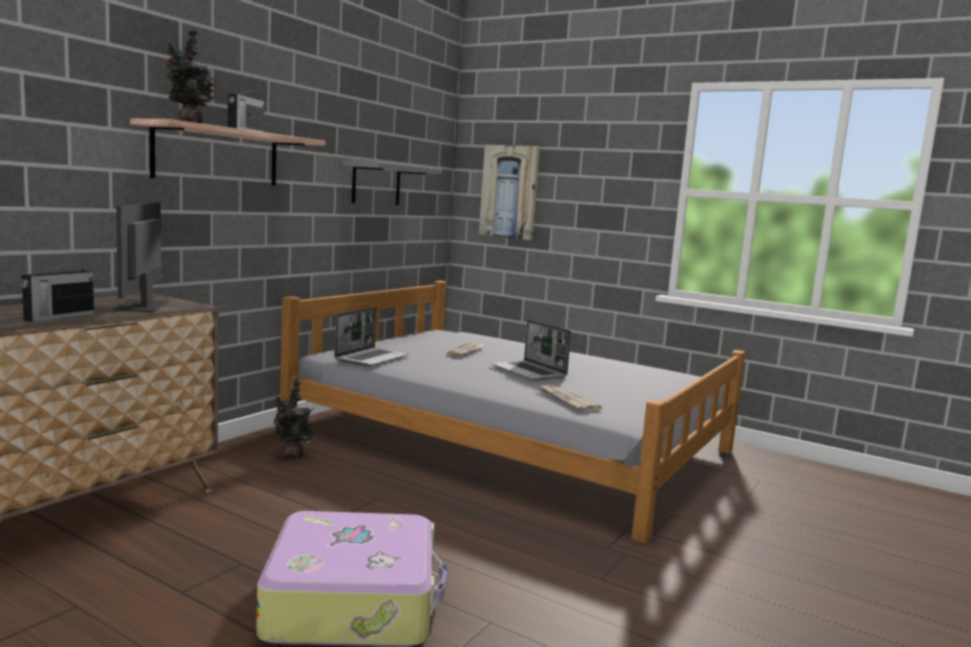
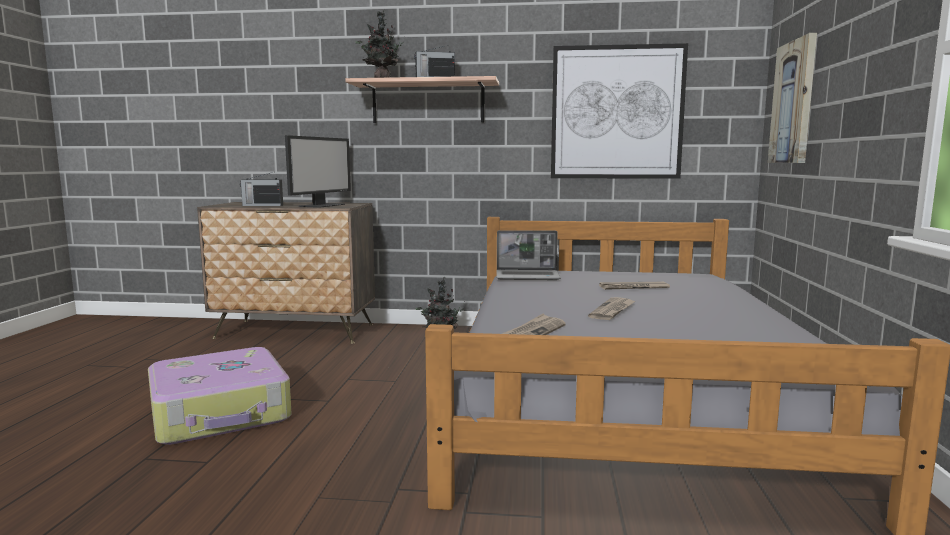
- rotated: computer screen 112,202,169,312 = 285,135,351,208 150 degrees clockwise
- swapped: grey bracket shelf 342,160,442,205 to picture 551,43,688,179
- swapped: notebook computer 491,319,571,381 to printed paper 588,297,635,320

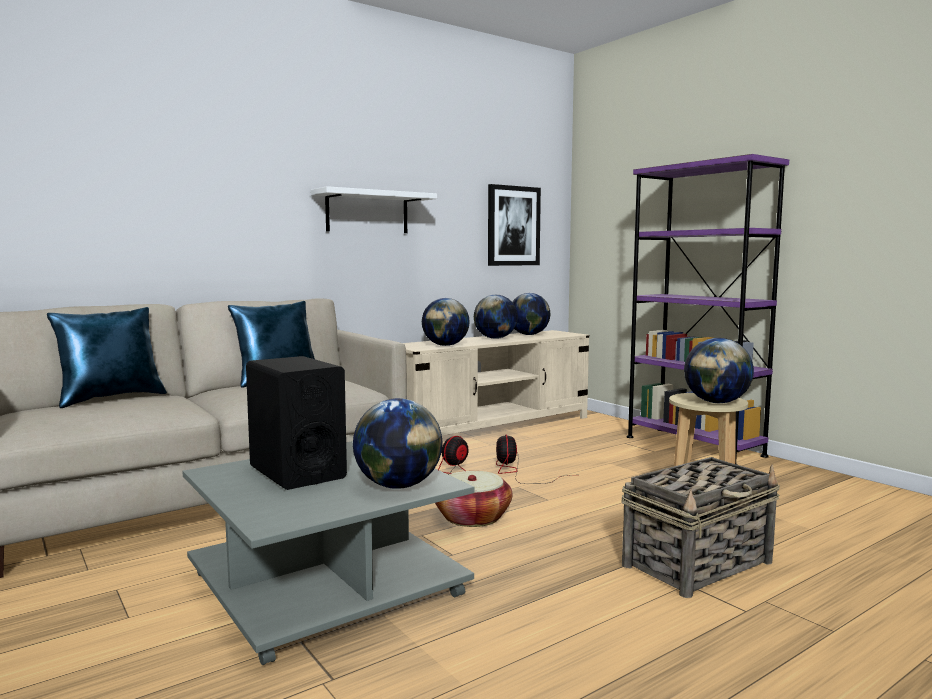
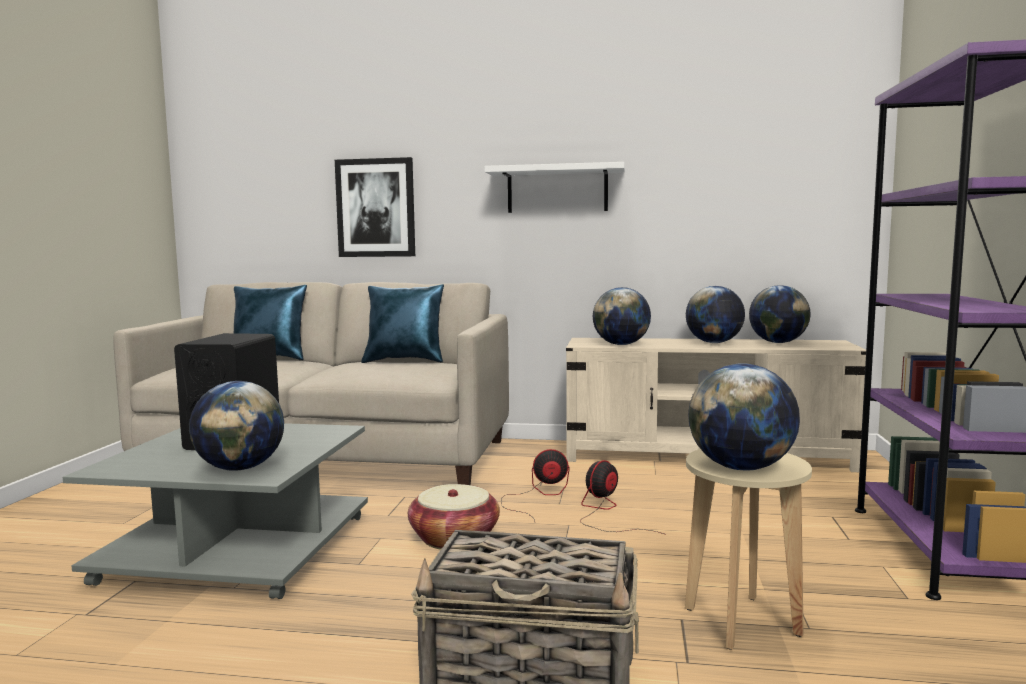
- shifted: picture 488,184,541,266 to 335,157,415,257

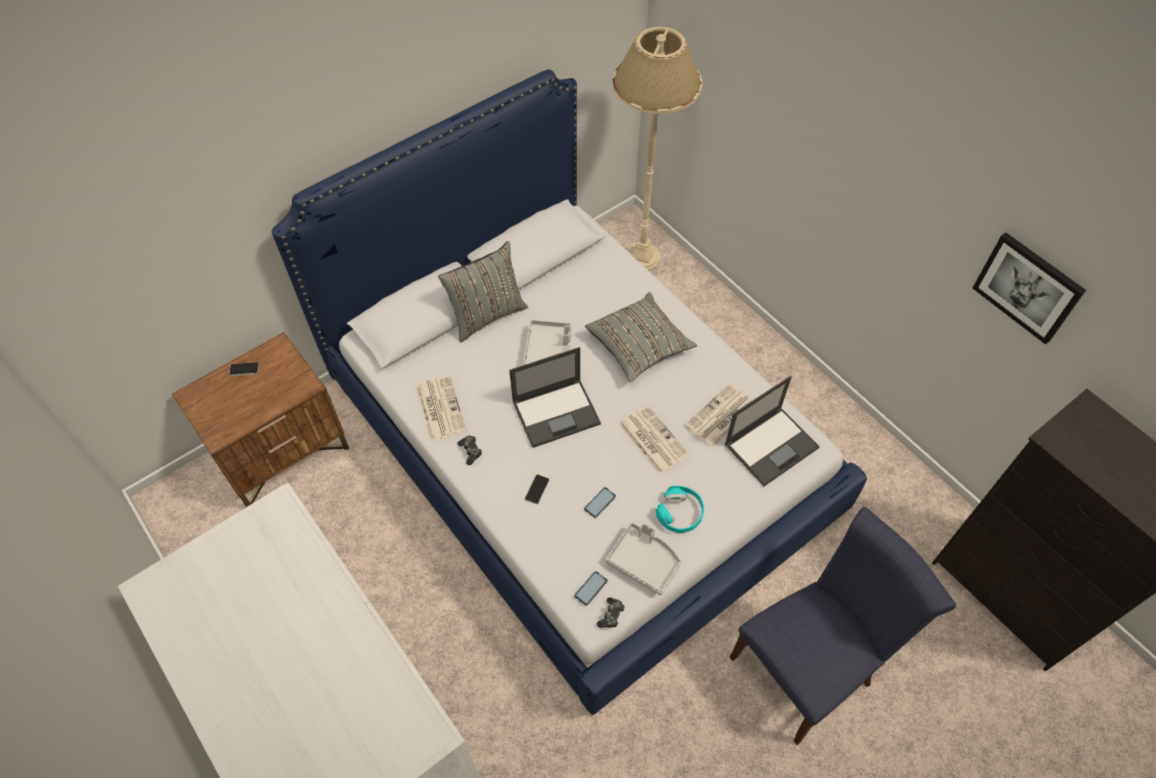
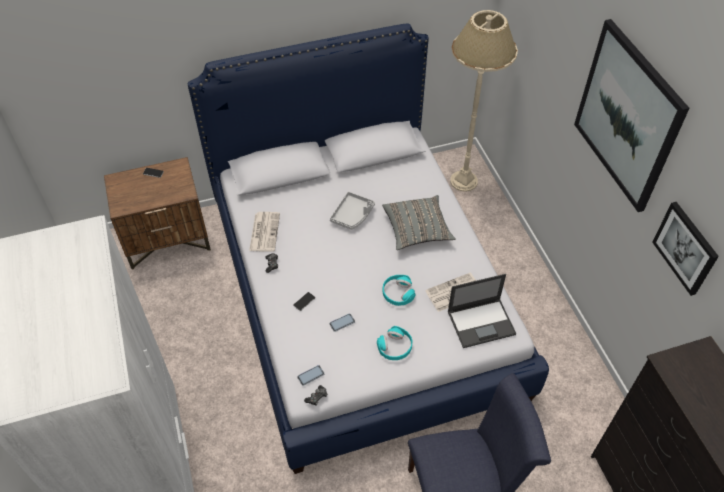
- gone: grey pillow 438,241,528,342
- gone: notebook computer 509,347,601,448
- gone: grey tray 606,522,681,595
- swapped: printed paper 619,405,690,475 to blue-green headphones 383,275,416,306
- new: picture 574,19,689,212

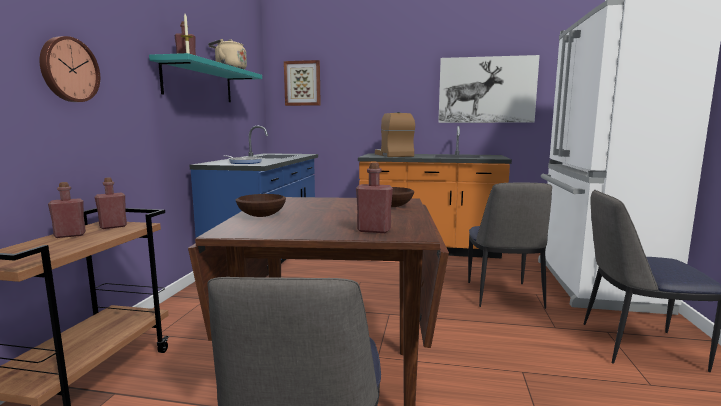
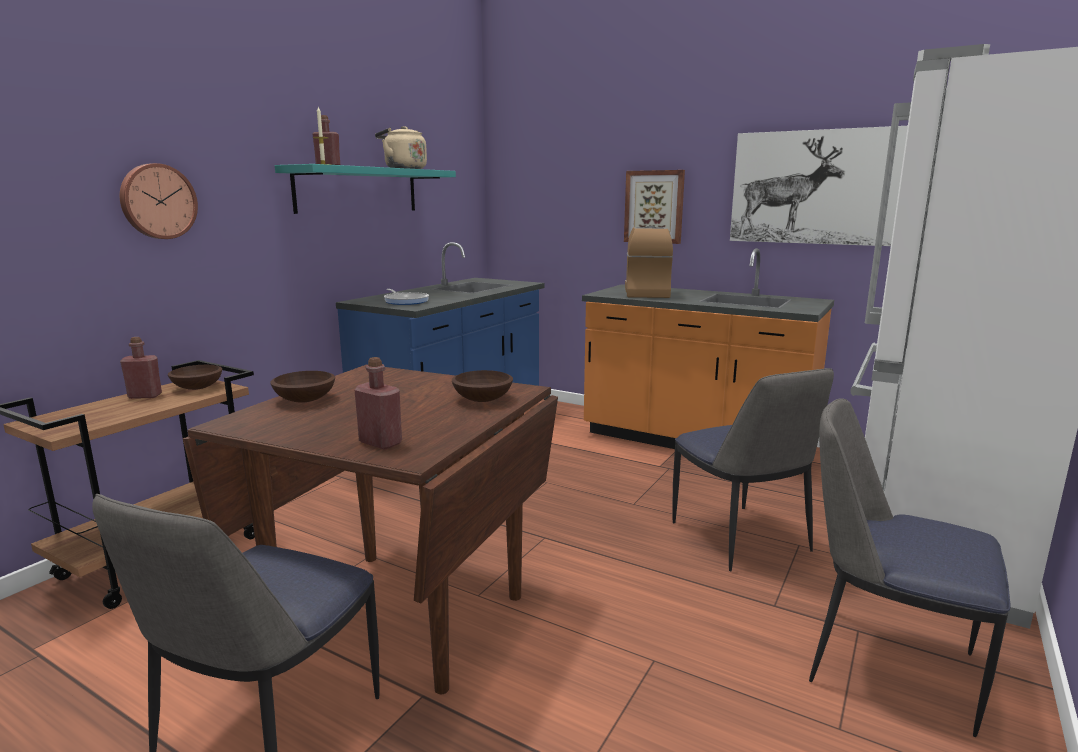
- swapped: red-coloured bottle 94,177,127,229 to brown deep dish 168,365,222,390
- shifted: picture 284,60,321,106 to 624,170,685,244
- rotated: chair 468,183,552,309 = 673,368,834,571 45 degrees counterclockwise

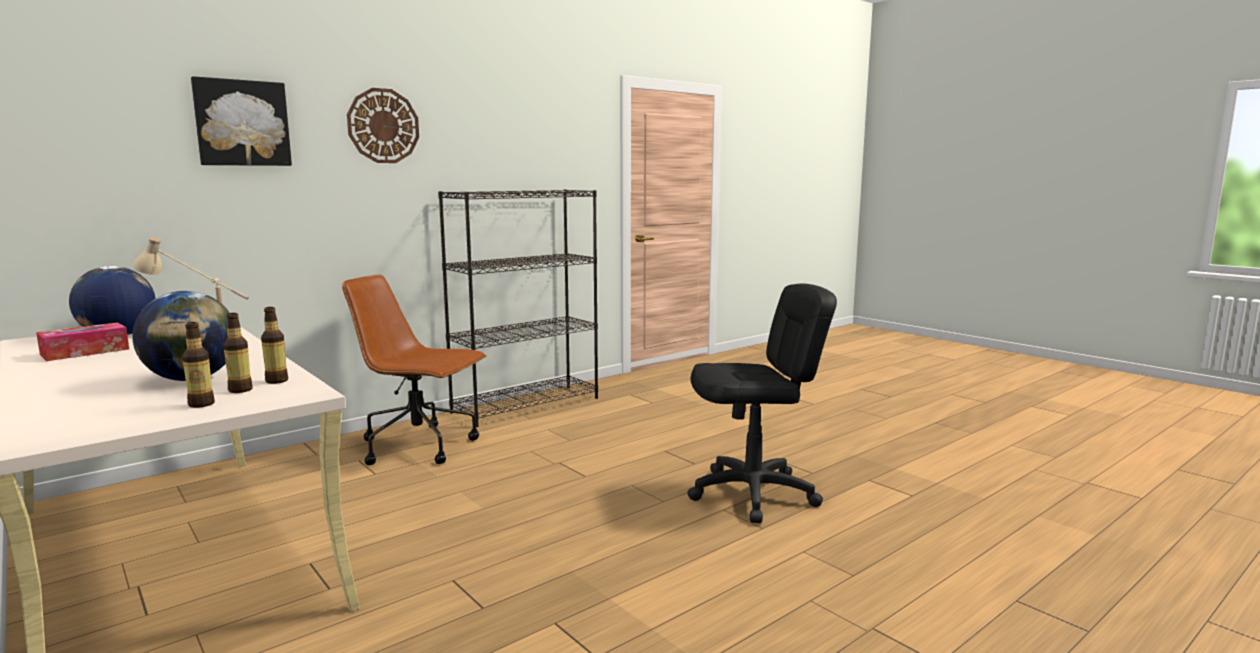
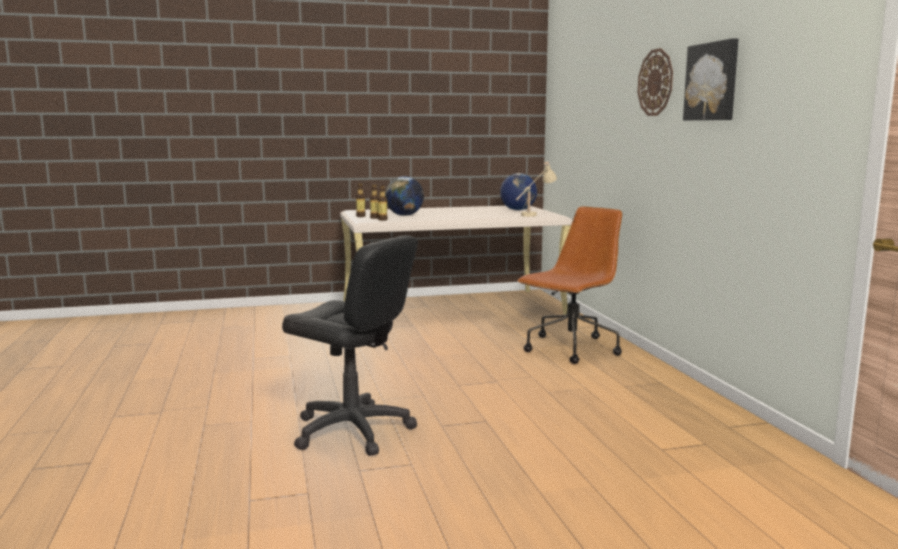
- gone: tissue box 36,322,129,361
- shifted: picture 191,76,292,166 to 683,38,738,120
- gone: black shelving unit 438,189,598,427
- rotated: black desk chair 687,283,837,523 = 282,235,418,456 75 degrees counterclockwise

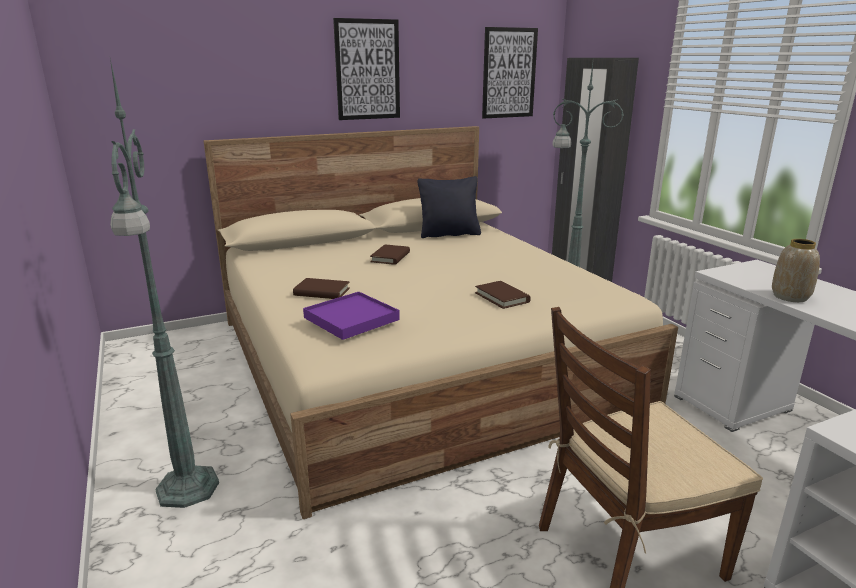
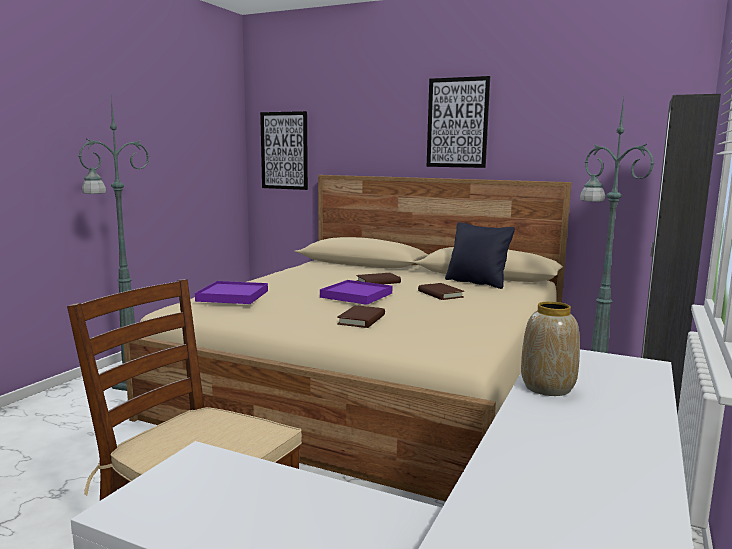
- shifted: brown volume 293,278,350,299 to 418,283,464,300
- shifted: picture 482,27,538,119 to 260,111,308,190
- new: purple-coloured tray 320,280,392,305

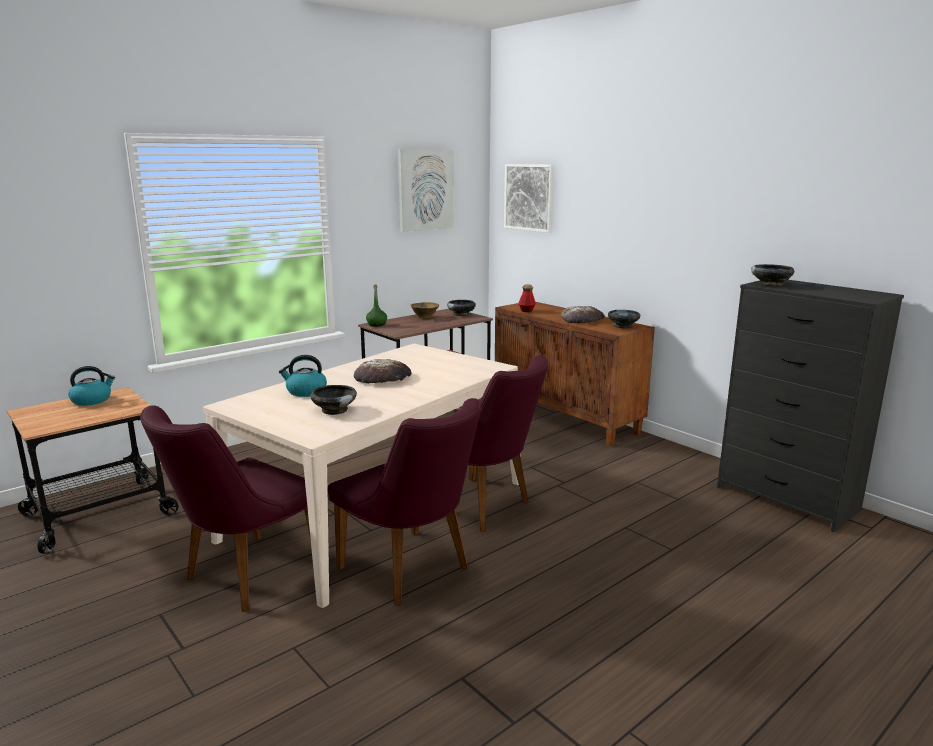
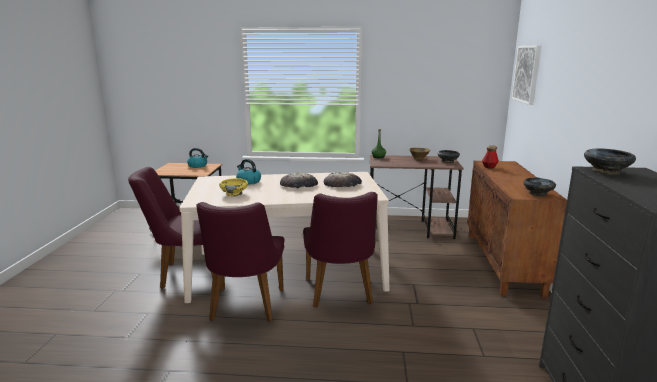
- repainted: black deep dish 310,385,357,415 to yellowish deep dish 219,178,248,196
- gone: picture 398,150,454,232
- shifted: bread 561,306,605,323 to 324,172,362,187

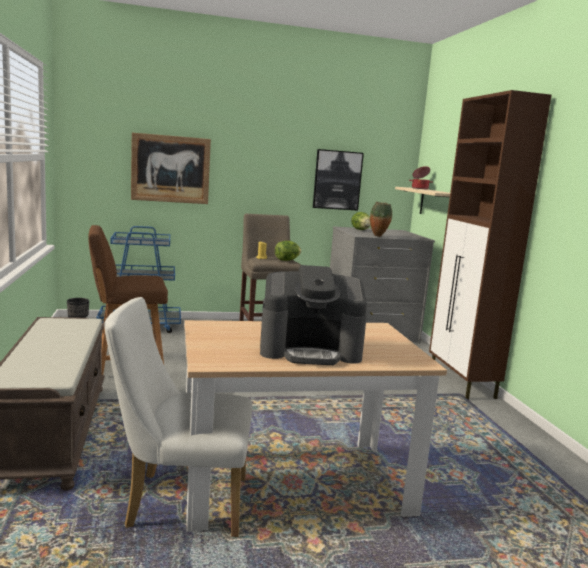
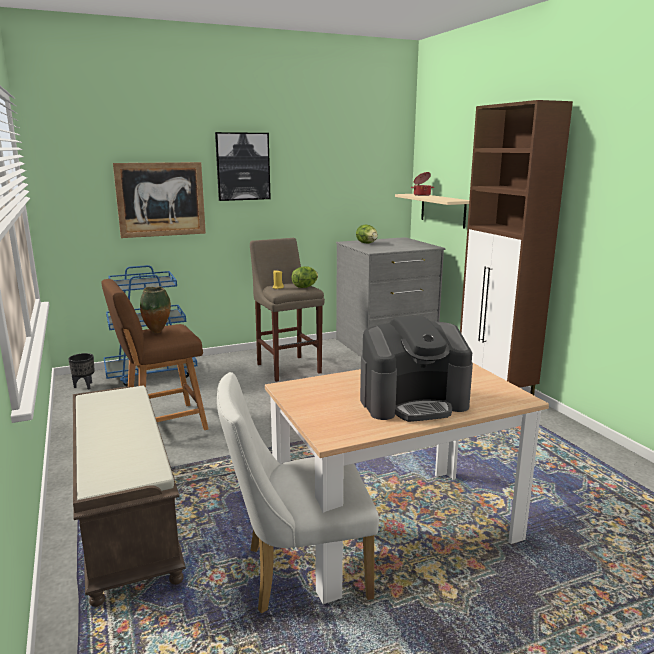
- shifted: picture 313,149,364,211 to 215,132,271,201
- shifted: vase 370,202,392,237 to 140,286,171,333

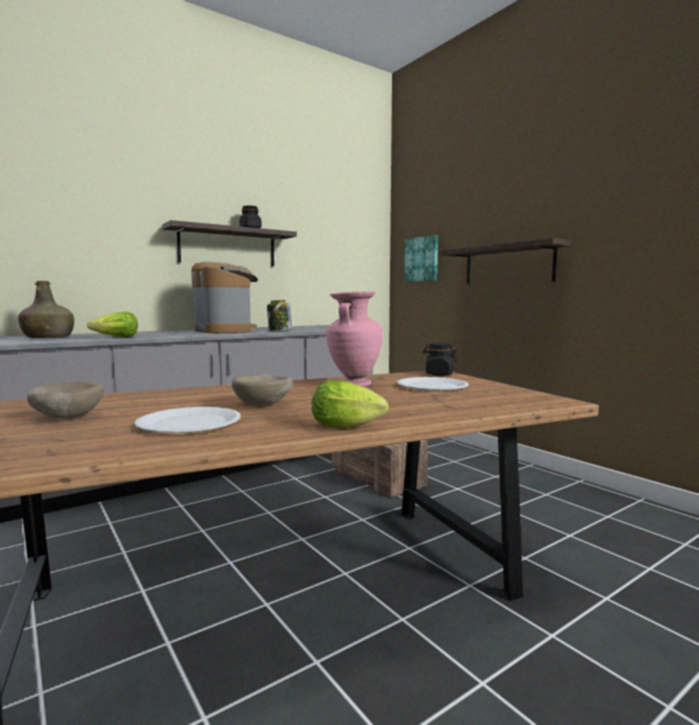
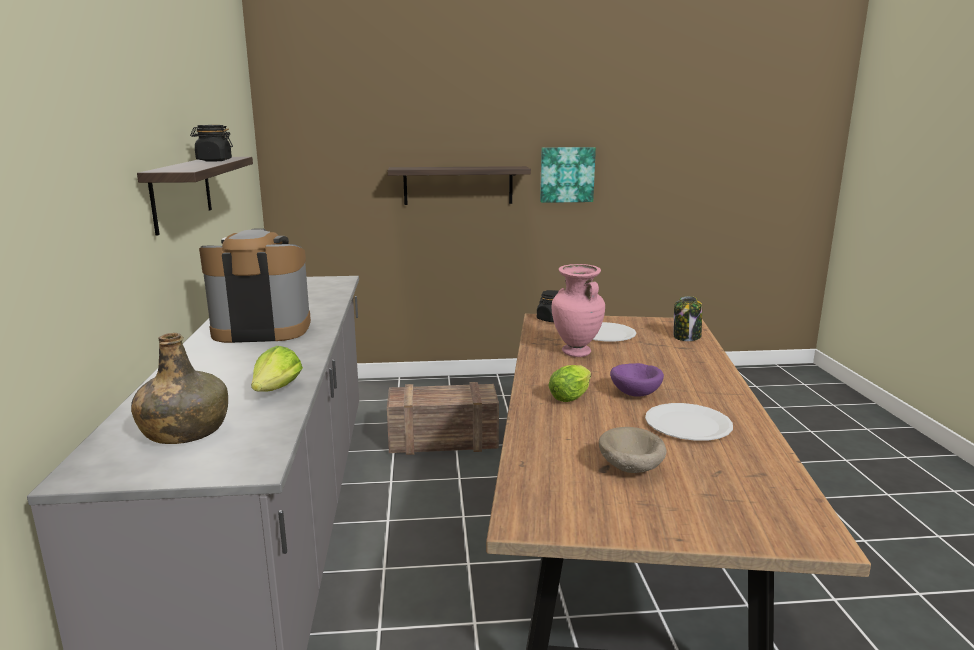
- repainted: sand-coloured deep dish 232,373,293,406 to purple-coloured deep dish 610,363,664,397
- shifted: storage jar 267,300,292,331 to 674,296,702,341
- shifted: lettuce head 312,380,388,428 to 548,365,591,402
- shifted: picture 404,235,438,282 to 540,147,596,203

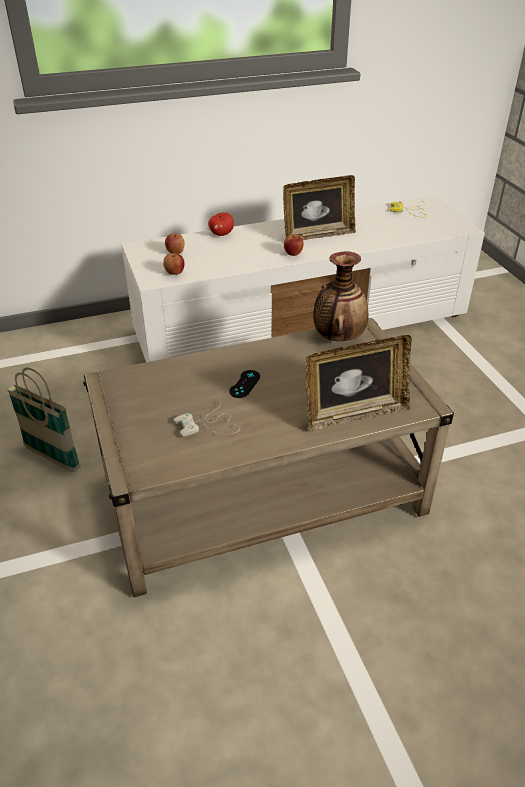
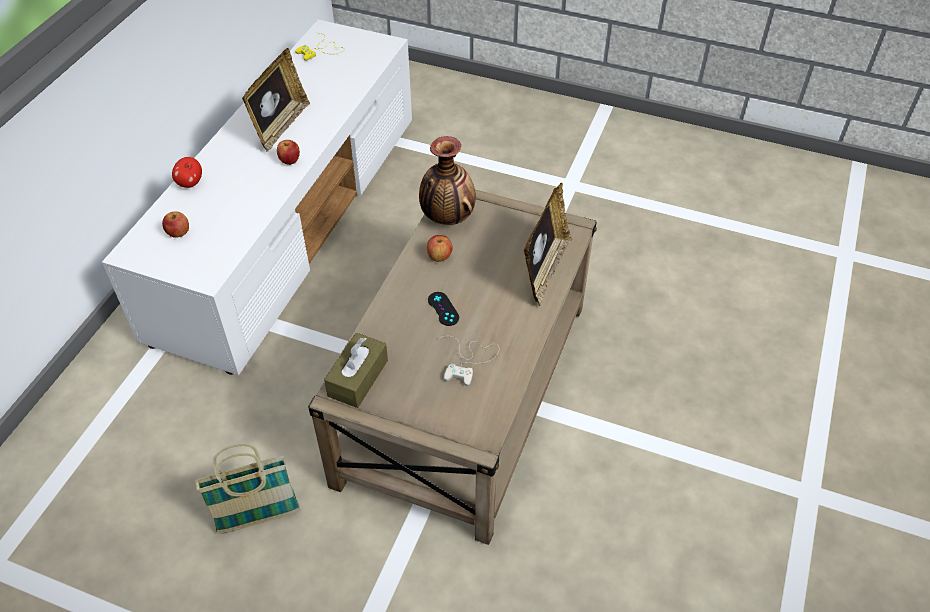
- shifted: apple 163,253,185,275 to 427,235,453,262
- new: brown tissue box 324,333,388,408

